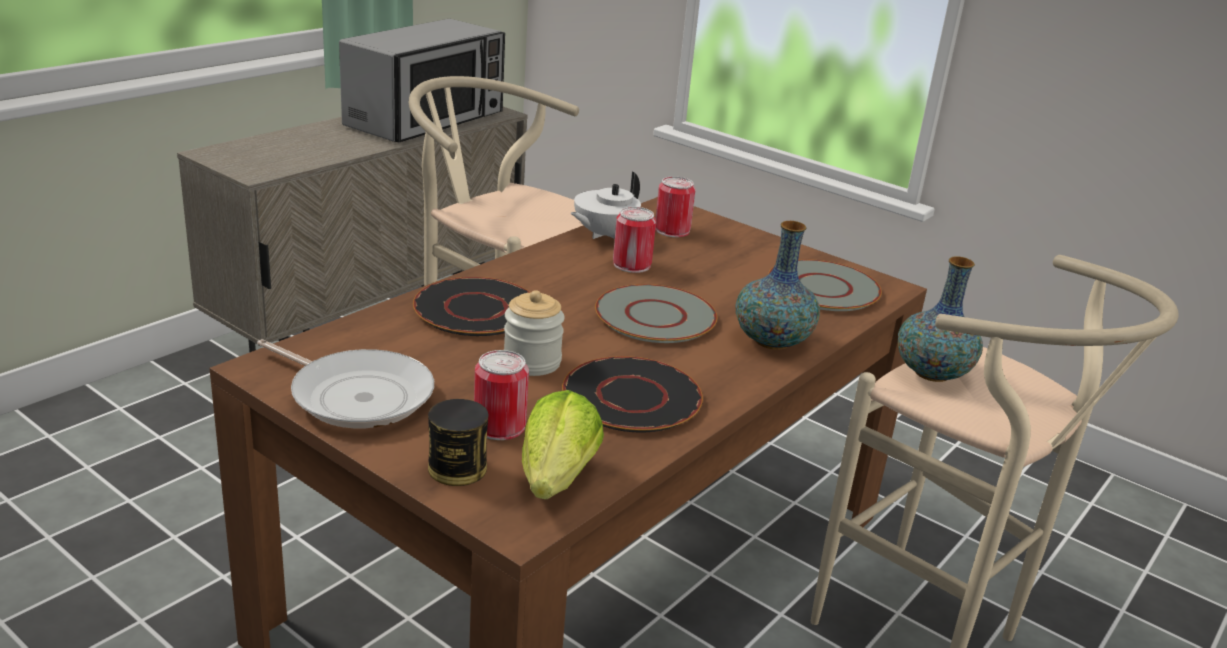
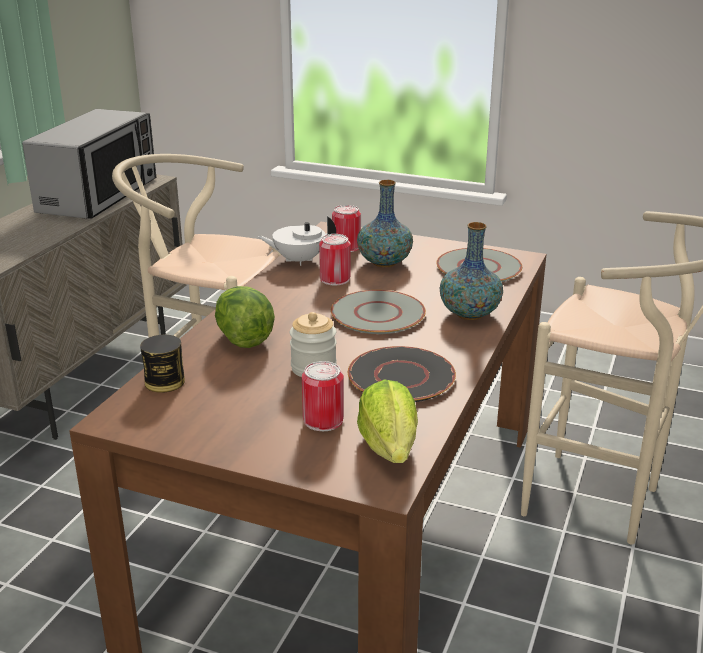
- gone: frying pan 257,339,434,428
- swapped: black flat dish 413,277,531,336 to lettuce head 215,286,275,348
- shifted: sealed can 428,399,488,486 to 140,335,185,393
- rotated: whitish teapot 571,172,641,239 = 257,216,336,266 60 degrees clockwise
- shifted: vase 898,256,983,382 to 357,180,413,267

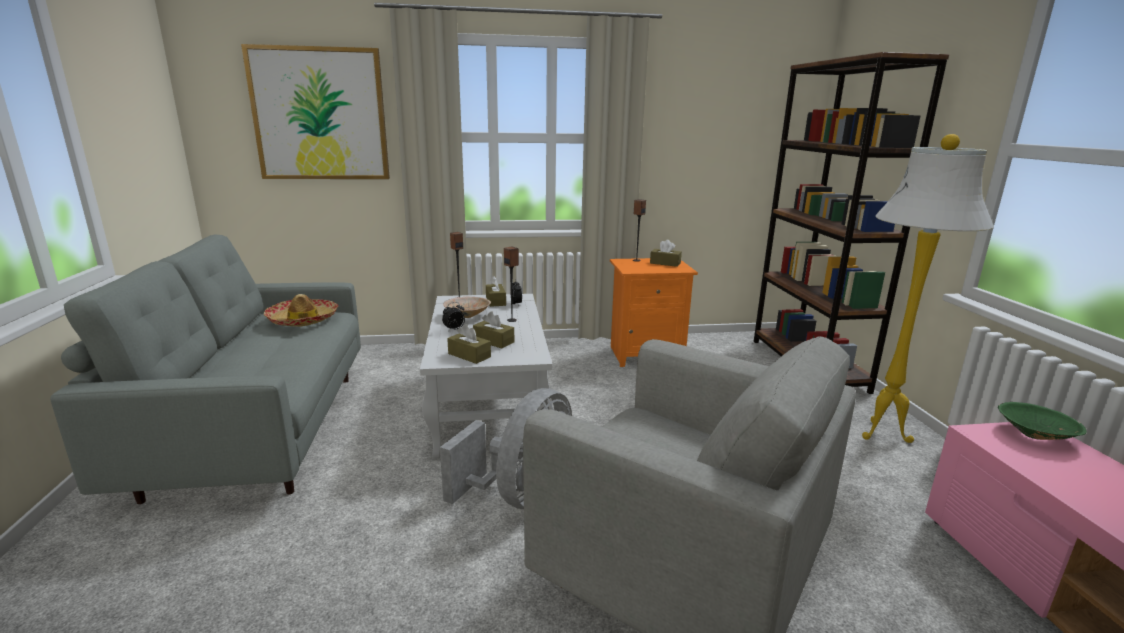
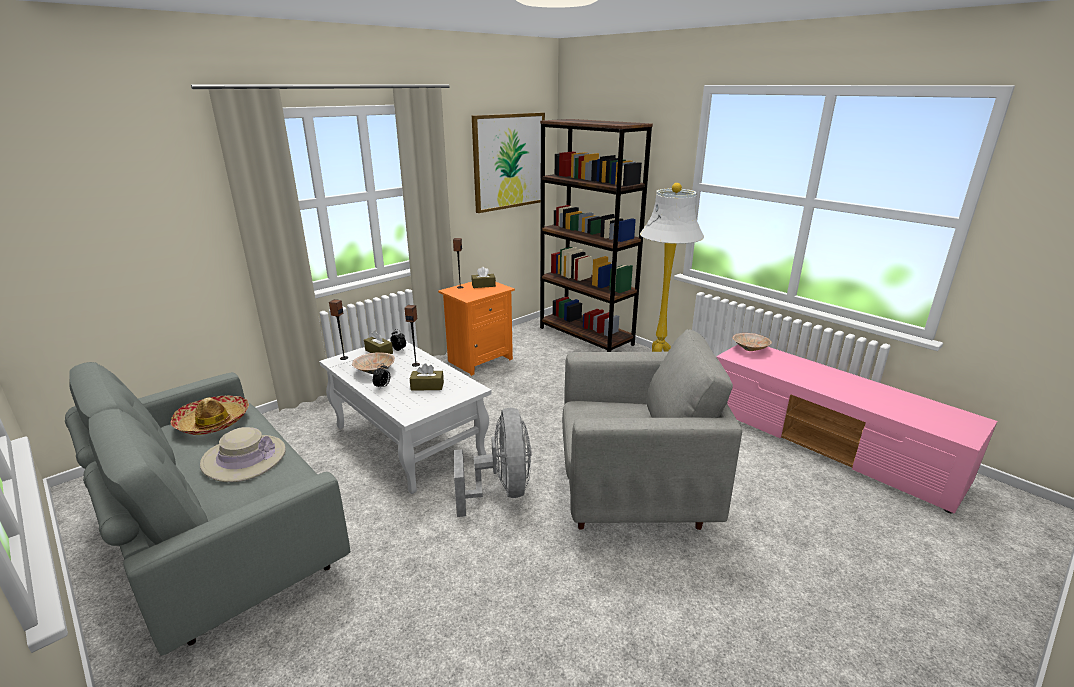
- shifted: picture 241,44,390,179 to 472,113,545,213
- gone: brown tissue box 447,324,491,364
- repainted: green-coloured deep dish 998,402,1087,440 to sand-coloured deep dish 733,333,772,351
- new: sand-coloured hat 200,427,286,482

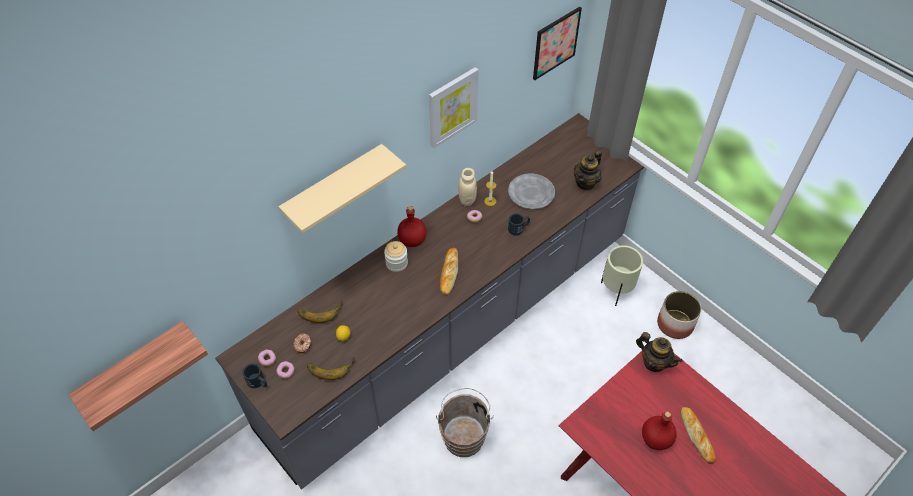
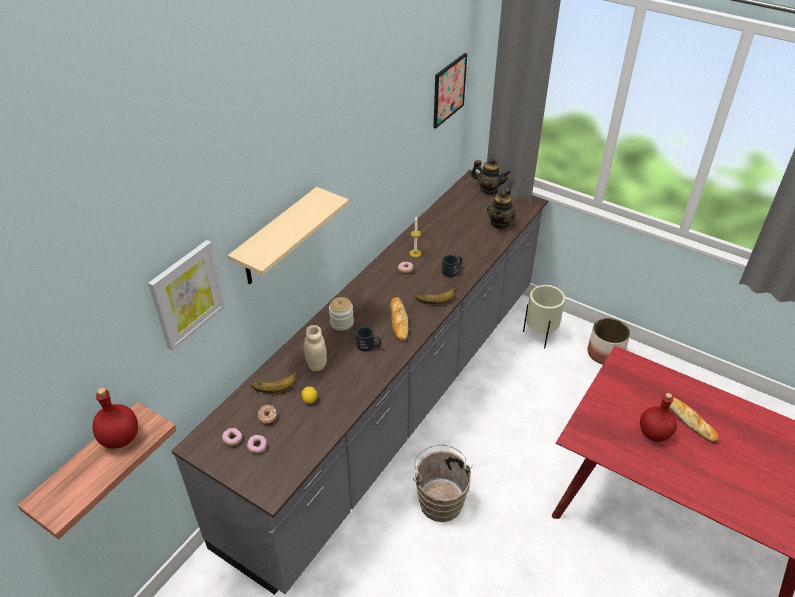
- shifted: black tea mug 242,363,267,388 to 356,326,381,352
- shifted: whole banana 307,357,355,380 to 415,284,456,304
- shifted: red-coloured bottle 397,206,427,247 to 92,388,138,449
- shifted: picture 429,67,479,148 to 148,240,225,351
- shifted: sand-coloured storage jar 458,168,477,206 to 304,325,327,371
- gone: grey flat dish 508,173,555,209
- shifted: teapot 636,332,683,372 to 471,158,511,194

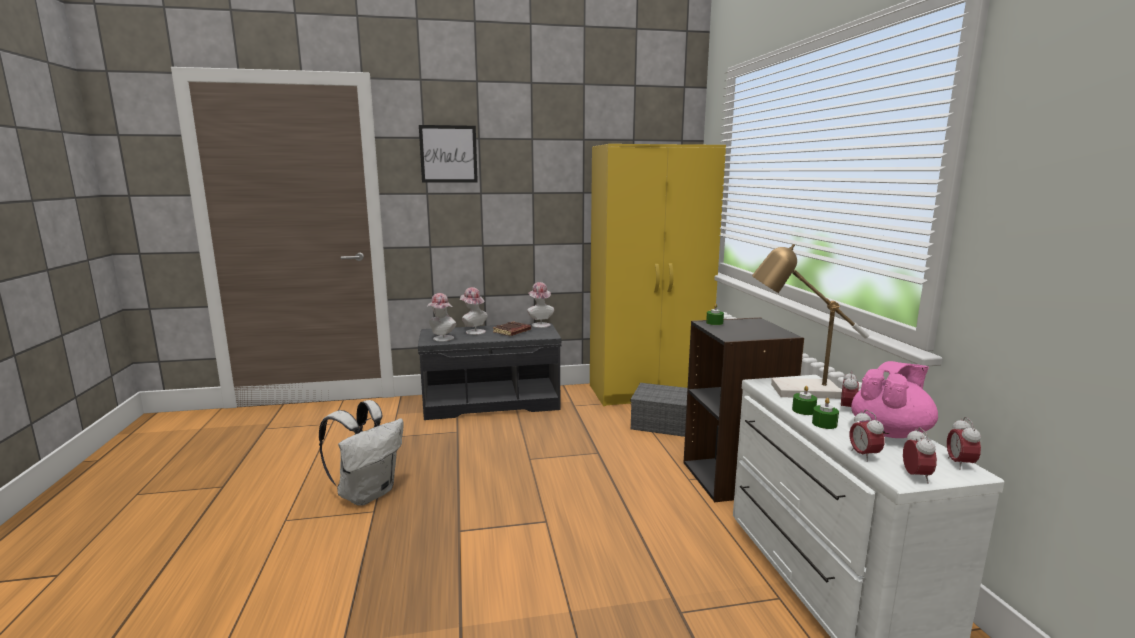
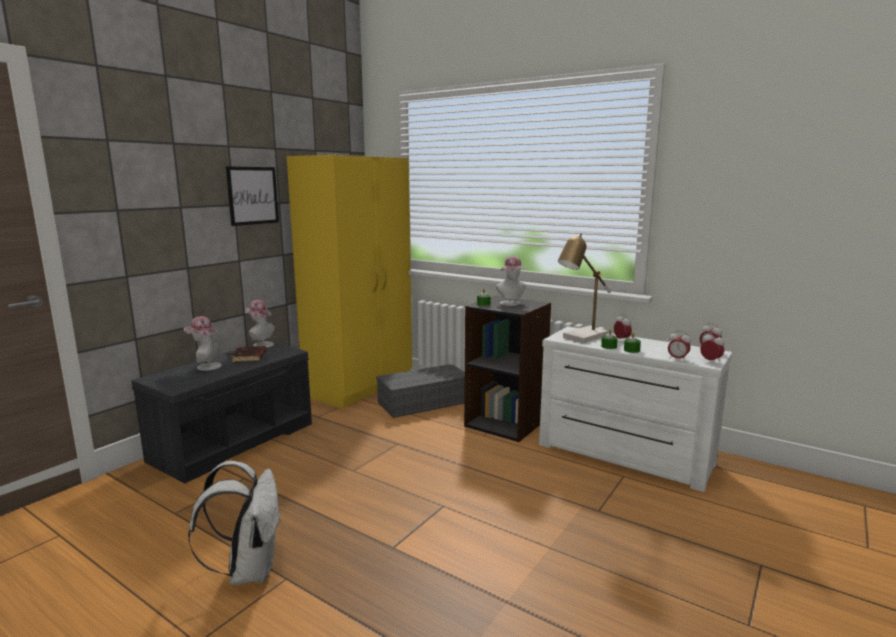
- shifted: picture 419,125,478,183 to 226,166,279,226
- shifted: hat 427,293,456,341 to 496,256,526,306
- gone: pink-coloured teapot 851,361,938,438

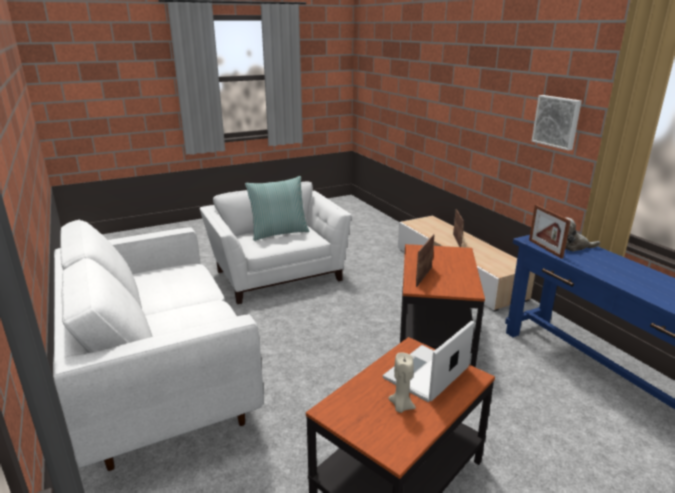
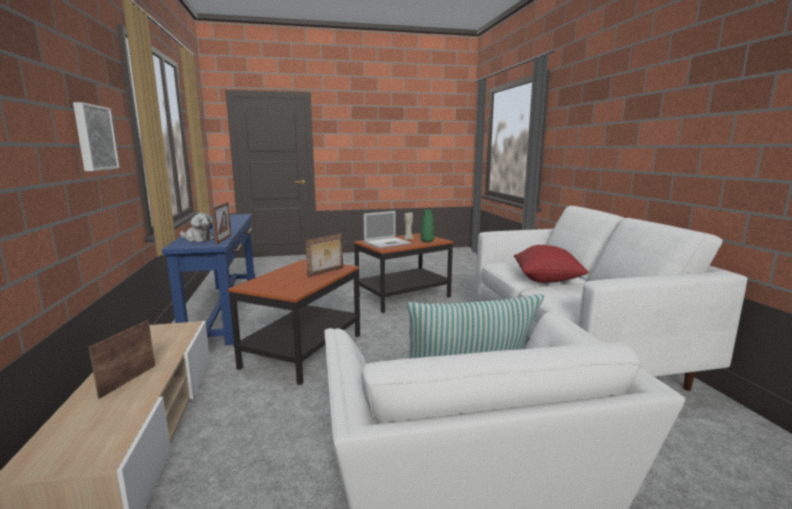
- new: green-coloured vase 421,210,434,242
- new: red-coloured pillow 514,245,589,283

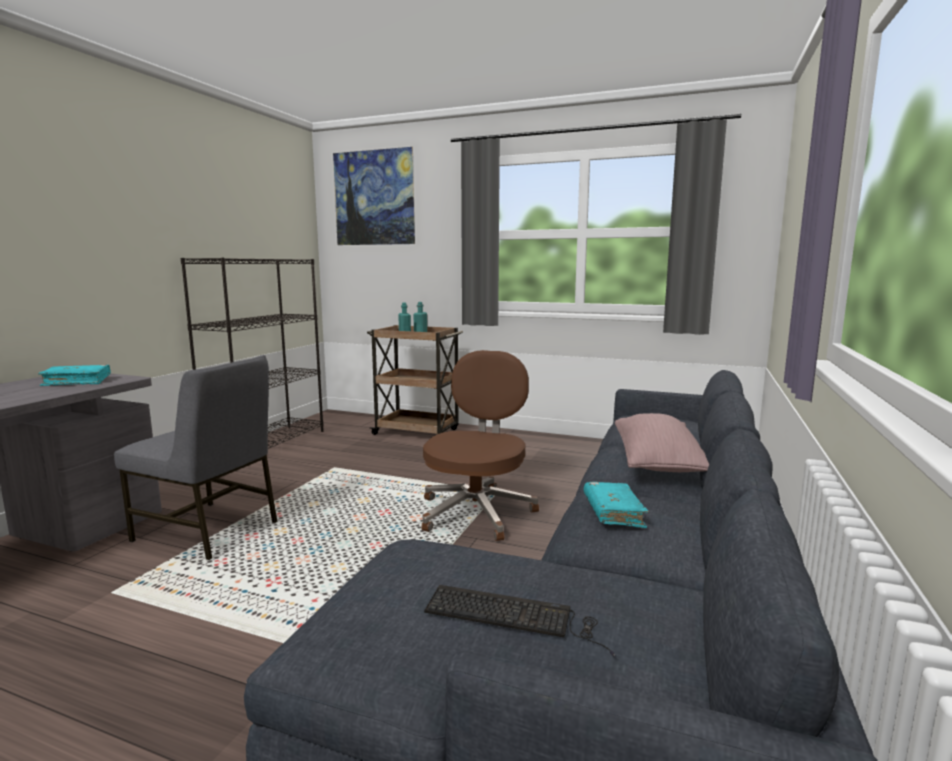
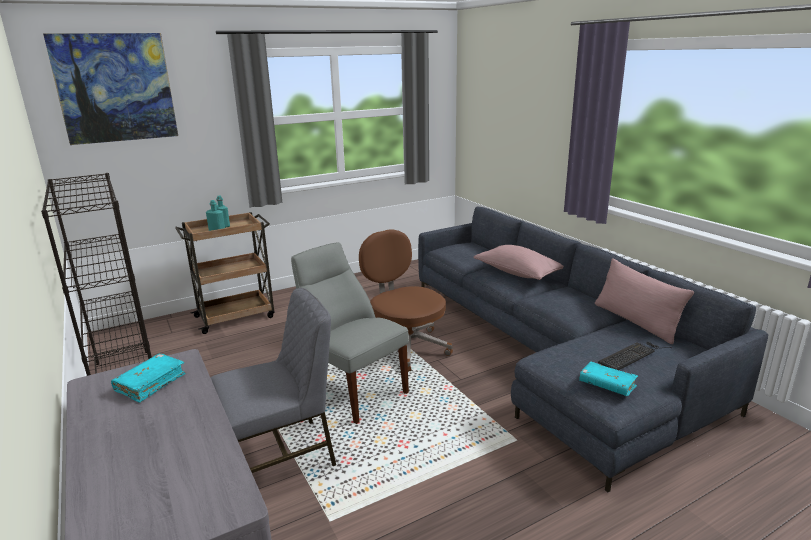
- shifted: blue-green volume 584,482,649,528 to 579,362,638,396
- new: grey chair 291,243,409,424
- new: pink-coloured pillow 595,258,694,344

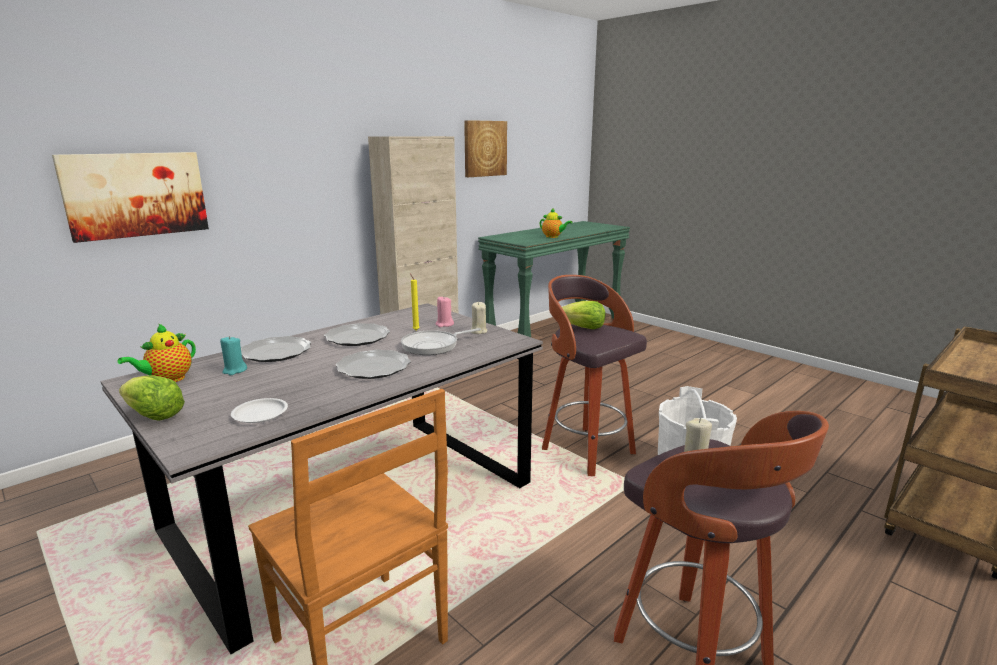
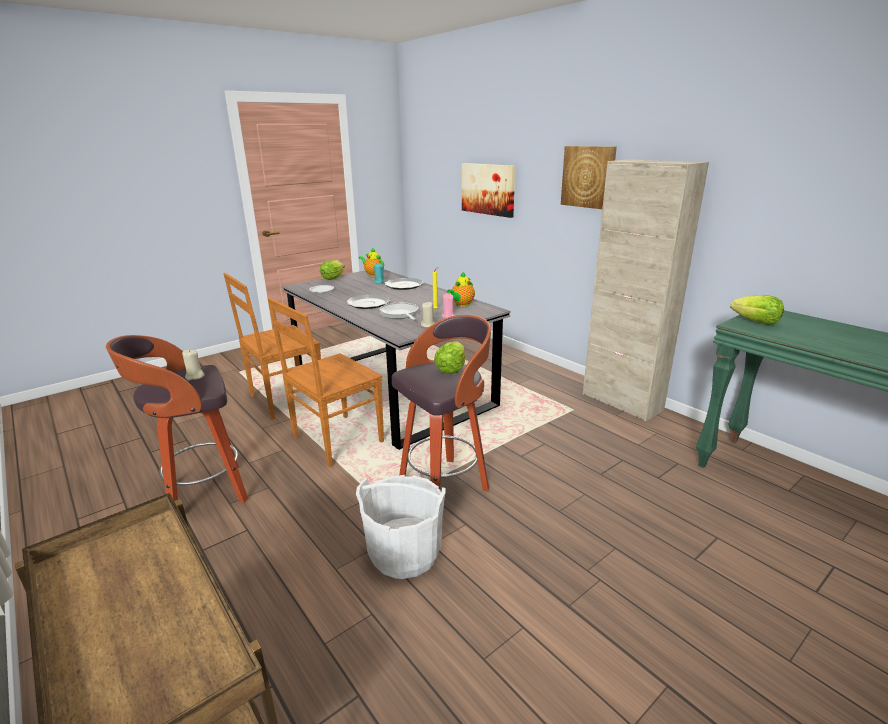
- gone: flat dish 324,323,390,346
- shifted: picture 464,120,507,177 to 561,146,617,209
- shifted: teapot 540,208,572,238 to 447,271,475,307
- new: brown chair 268,298,384,467
- new: lettuce head 730,295,784,325

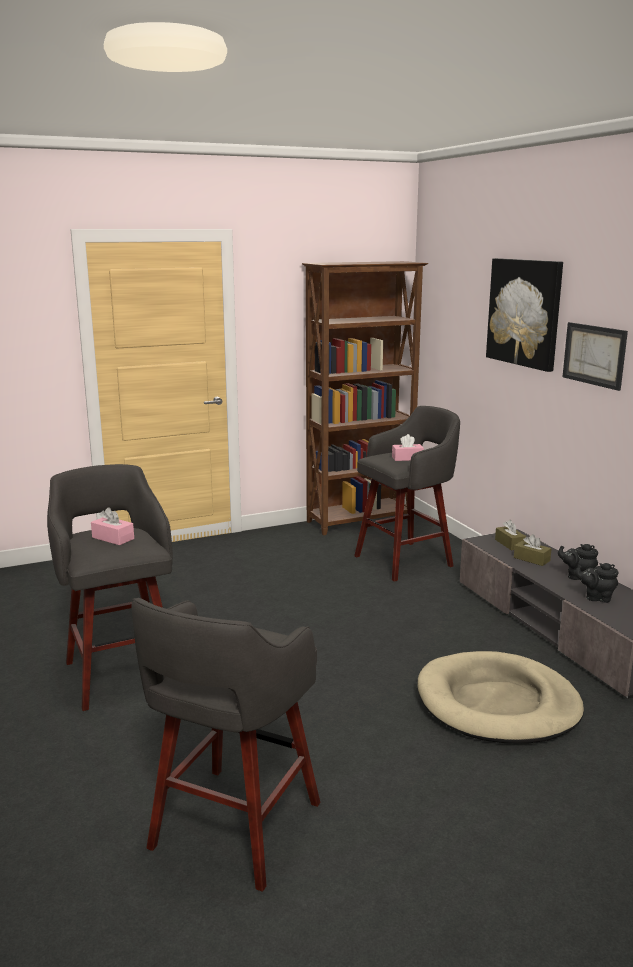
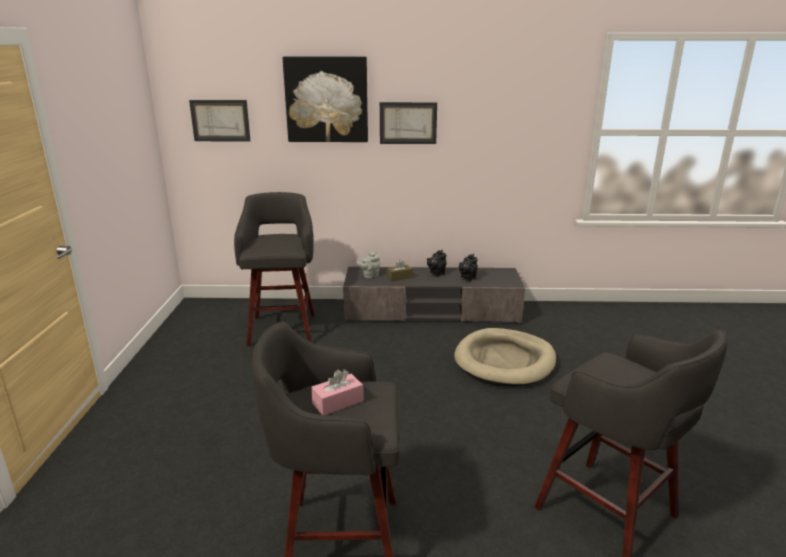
- gone: brown shelving unit 302,261,428,536
- gone: pink-coloured tissue box 392,434,424,461
- swapped: brown tissue box 495,520,526,550 to grey teapot 356,252,380,279
- new: picture 189,100,251,142

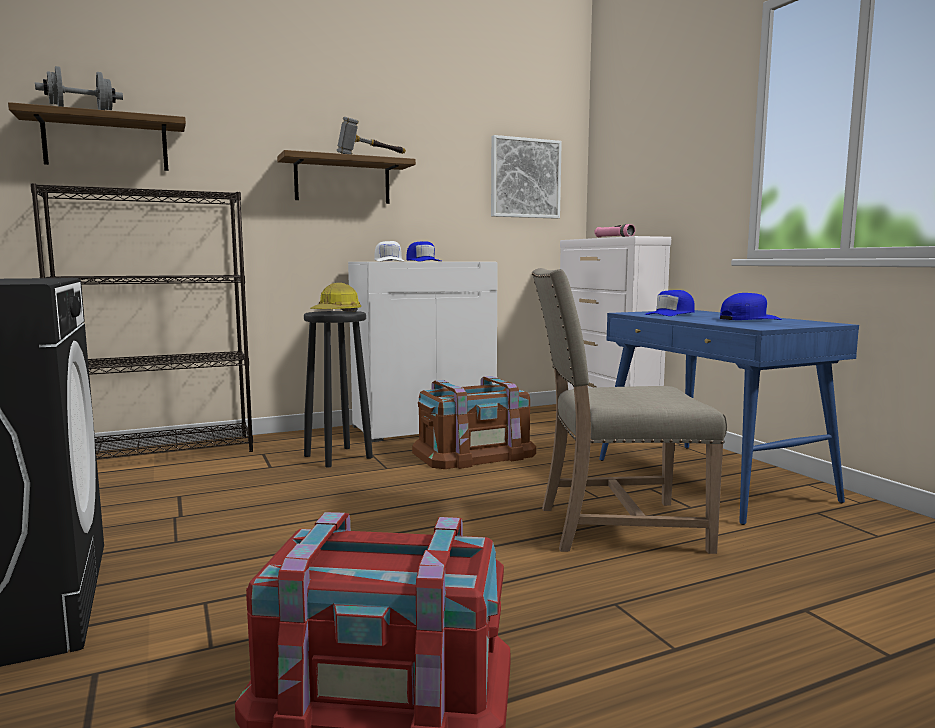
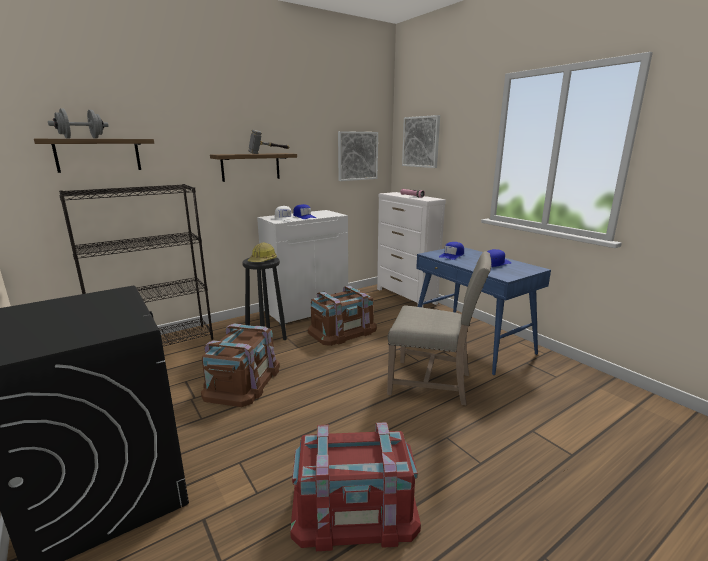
- rotated: sand-coloured chair 532,268,727,554 = 387,251,491,405 150 degrees counterclockwise
- new: brown storage bin 201,323,280,407
- new: picture 402,115,440,168

